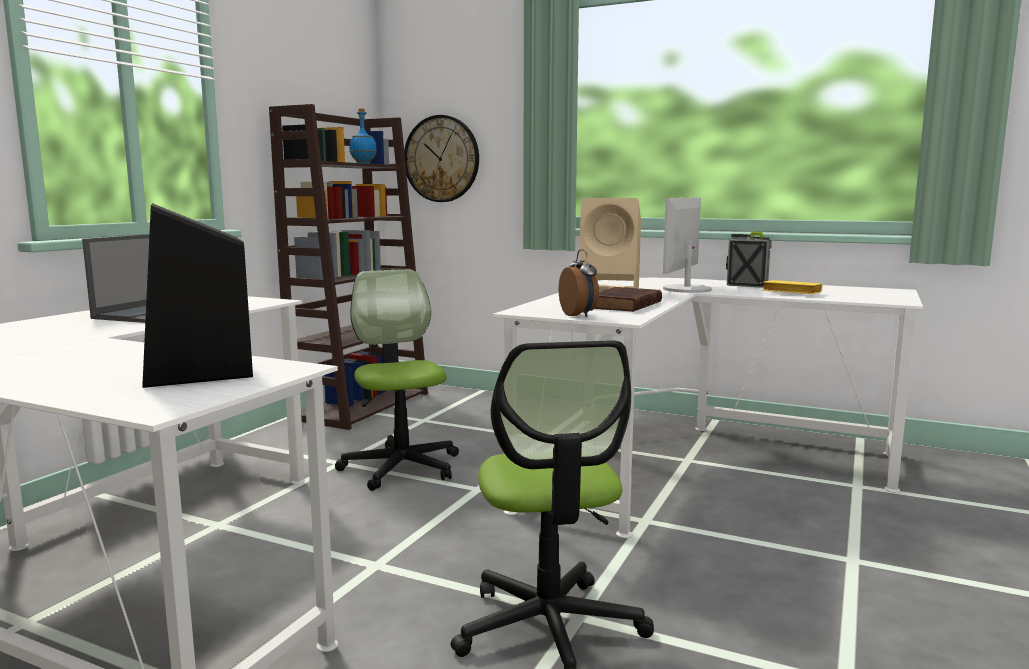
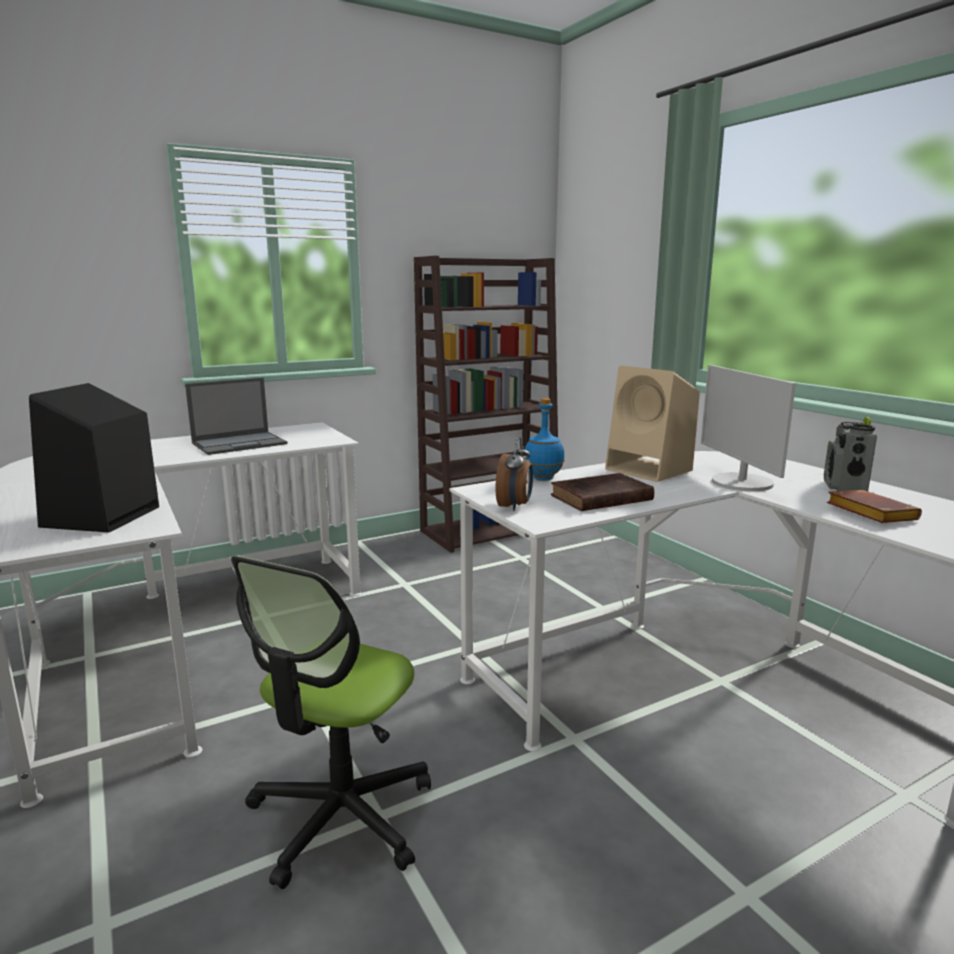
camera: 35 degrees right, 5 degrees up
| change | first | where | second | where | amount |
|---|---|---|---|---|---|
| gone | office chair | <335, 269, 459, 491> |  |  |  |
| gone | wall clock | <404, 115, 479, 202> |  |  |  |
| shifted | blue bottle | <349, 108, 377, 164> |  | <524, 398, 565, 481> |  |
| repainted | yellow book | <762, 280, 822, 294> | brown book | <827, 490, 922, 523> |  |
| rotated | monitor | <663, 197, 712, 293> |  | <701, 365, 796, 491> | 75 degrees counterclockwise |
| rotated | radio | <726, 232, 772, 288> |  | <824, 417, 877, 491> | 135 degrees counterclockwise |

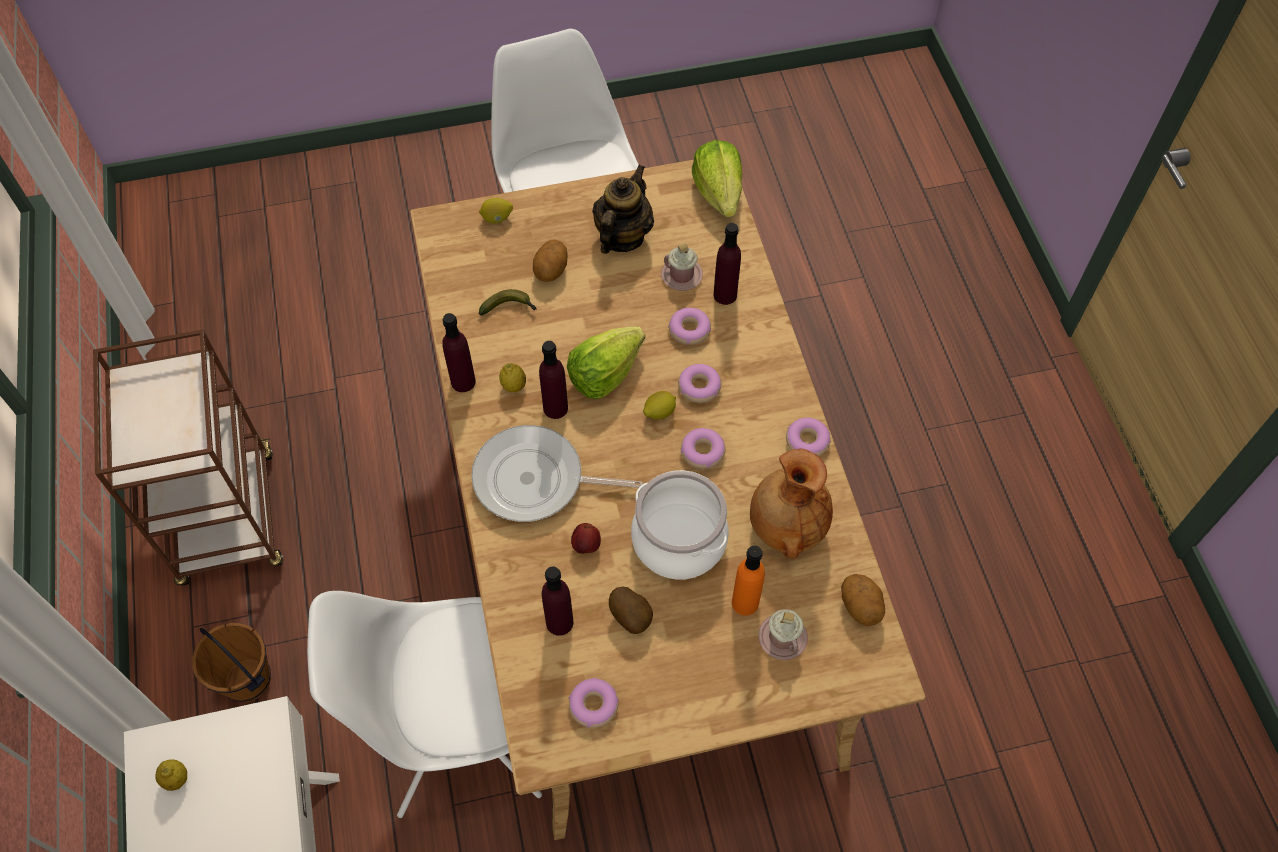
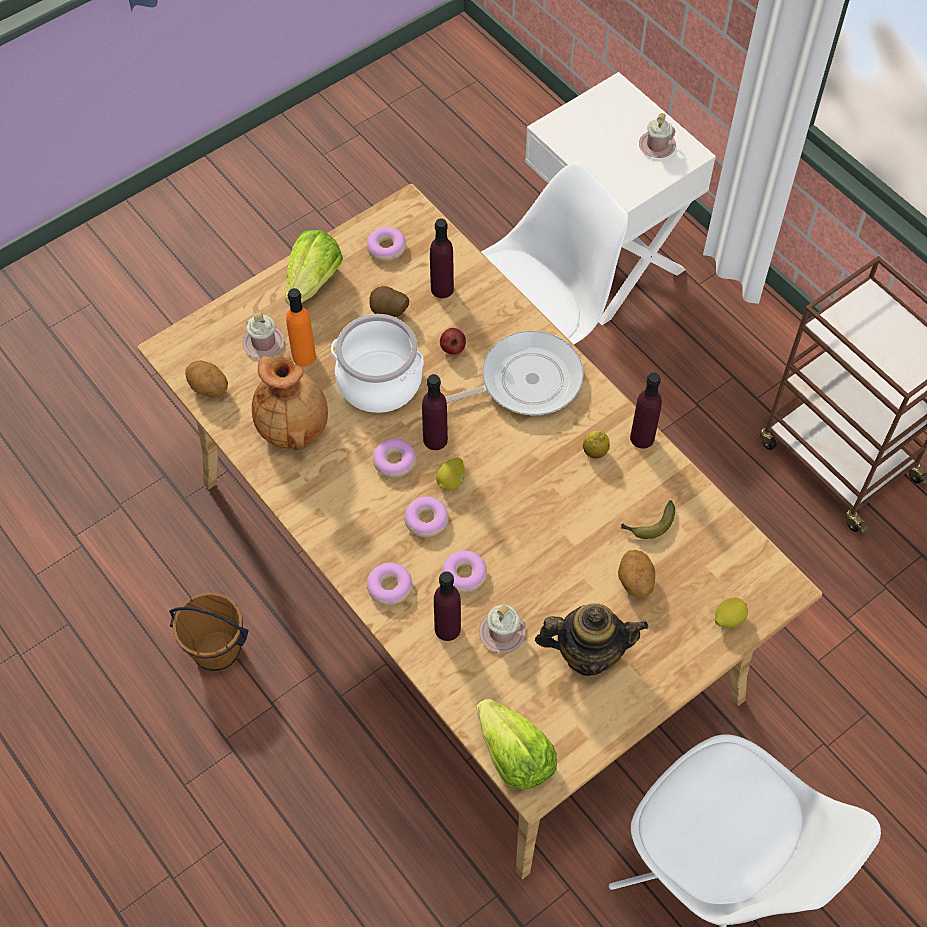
camera: 155 degrees right, 0 degrees up
| change | first | where | second | where | amount |
|---|---|---|---|---|---|
| shifted | brown bucket | <192, 623, 271, 702> |  | <169, 592, 249, 672> |  |
| shifted | purple bottle | <539, 341, 568, 419> |  | <422, 374, 448, 450> |  |
| shifted | lettuce | <567, 326, 645, 399> |  | <285, 230, 343, 305> |  |
| shifted | donut | <786, 418, 831, 456> |  | <367, 563, 413, 605> |  |
| swapped | lemon | <155, 759, 187, 791> | pink mug | <639, 113, 676, 158> |  |
| rotated | teapot | <592, 164, 654, 254> |  | <535, 603, 648, 676> | 90 degrees counterclockwise |

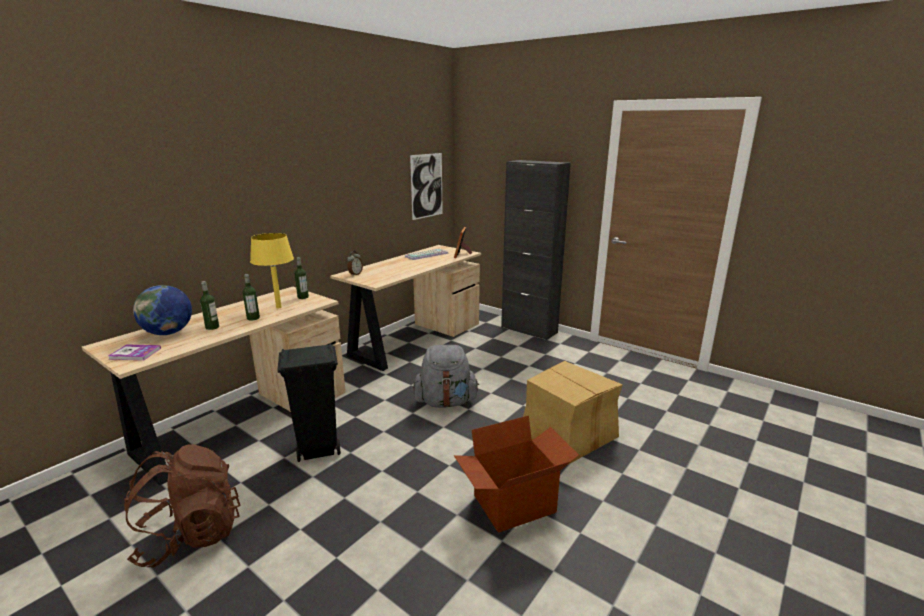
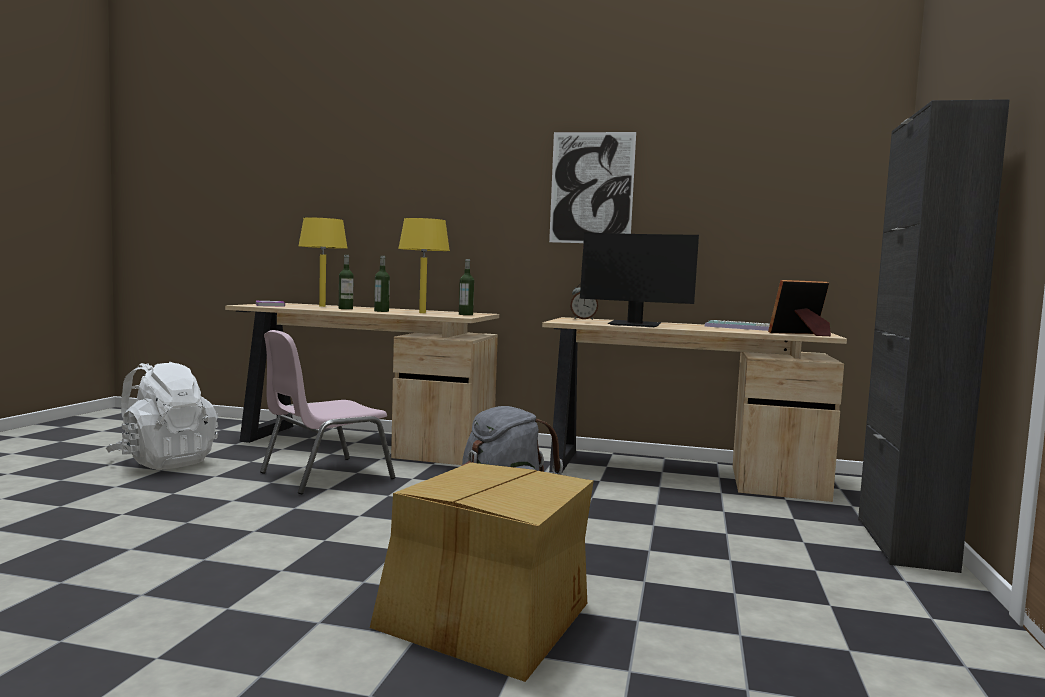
camera: 65 degrees right, 15 degrees down
| change | first | where | second | where | amount |
|---|---|---|---|---|---|
| gone | cardboard box | <454, 416, 579, 533> |  |  |  |
| new |  |  | monitor | <580, 232, 699, 327> |  |
| shifted | picture | <410, 153, 443, 220> |  | <549, 132, 636, 243> |  |
| swapped | globe | <133, 285, 192, 335> | yellow table lamp | <298, 217, 347, 307> |  |
| swapped | black trash can | <278, 343, 341, 462> | pink chair | <260, 330, 395, 494> |  |
| repainted | brown backpack | <124, 444, 240, 568> | white backpack | <106, 361, 218, 470> |  |

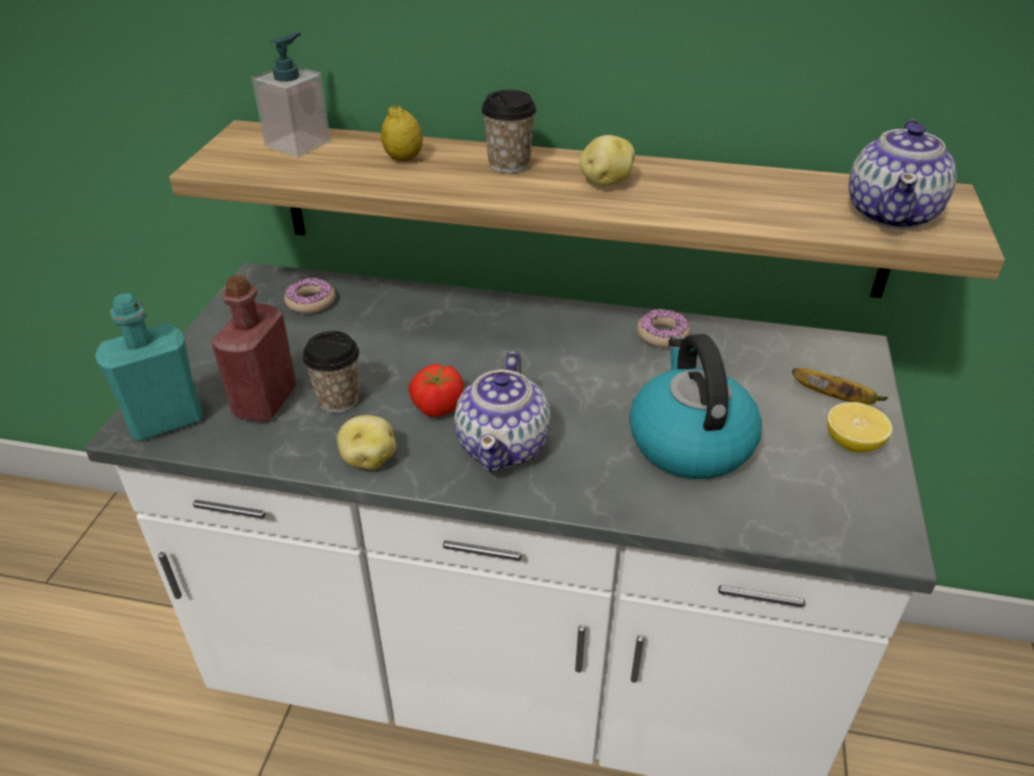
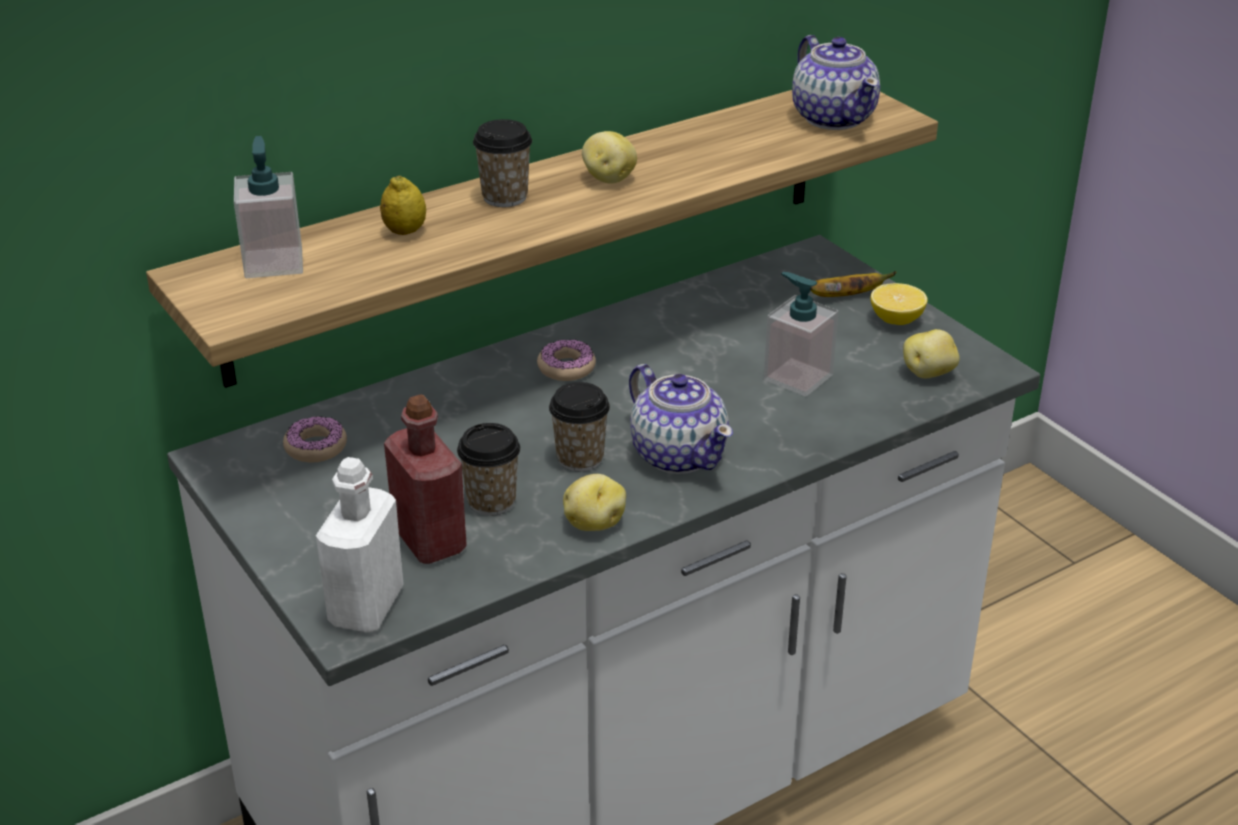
camera: 45 degrees left, 5 degrees down
| change | first | where | second | where | amount |
|---|---|---|---|---|---|
| new |  |  | potato | <903, 329, 960, 378> |  |
| shifted | donut | <637, 309, 690, 348> |  | <537, 339, 596, 381> |  |
| swapped | tomato | <408, 364, 464, 417> | cup | <549, 382, 610, 472> |  |
| swapped | kettle | <629, 334, 762, 479> | soap dispenser | <764, 272, 839, 397> |  |
| repainted | turquoise bottle | <95, 293, 203, 441> | white bottle | <316, 457, 404, 632> |  |

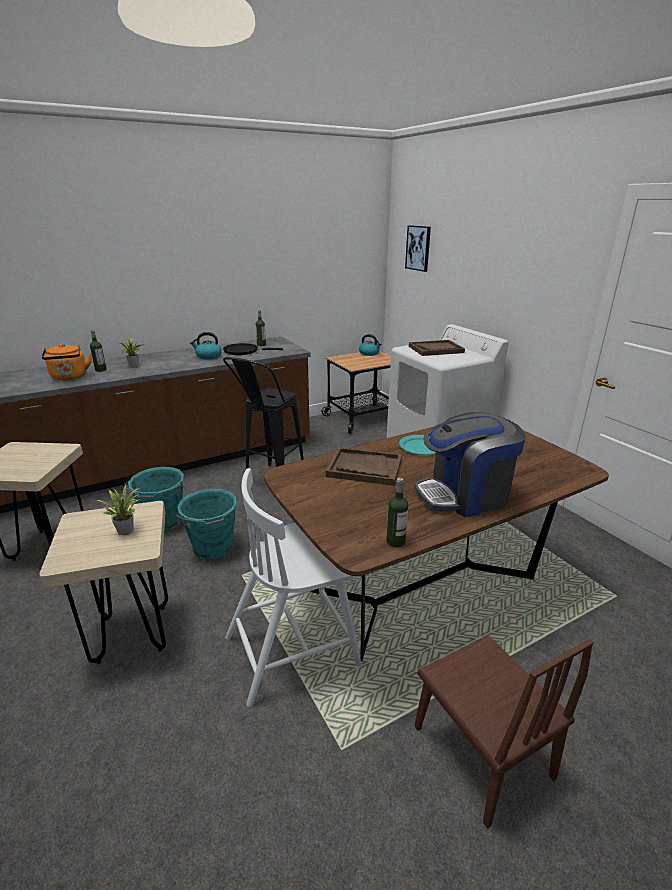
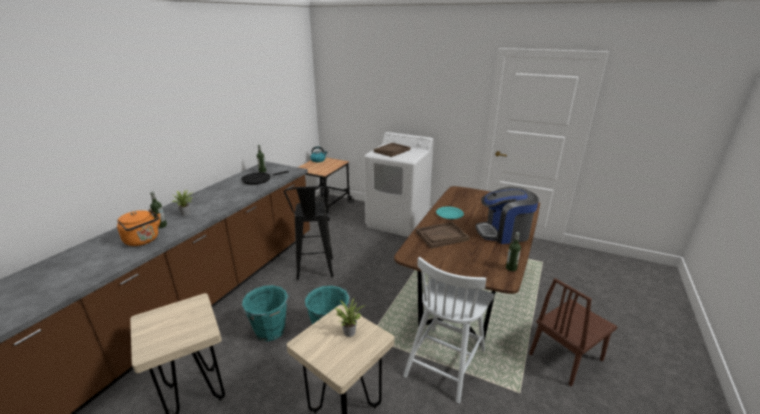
camera: 35 degrees left, 0 degrees up
| change | first | where | second | where | amount |
|---|---|---|---|---|---|
| gone | kettle | <190, 332, 222, 359> |  |  |  |
| gone | picture | <405, 225, 431, 272> |  |  |  |
| rotated | coffee machine | <415, 412, 525, 517> |  | <476, 187, 539, 244> | 45 degrees clockwise |
| rotated | brown chair | <415, 635, 594, 828> |  | <529, 278, 617, 386> | 120 degrees clockwise |

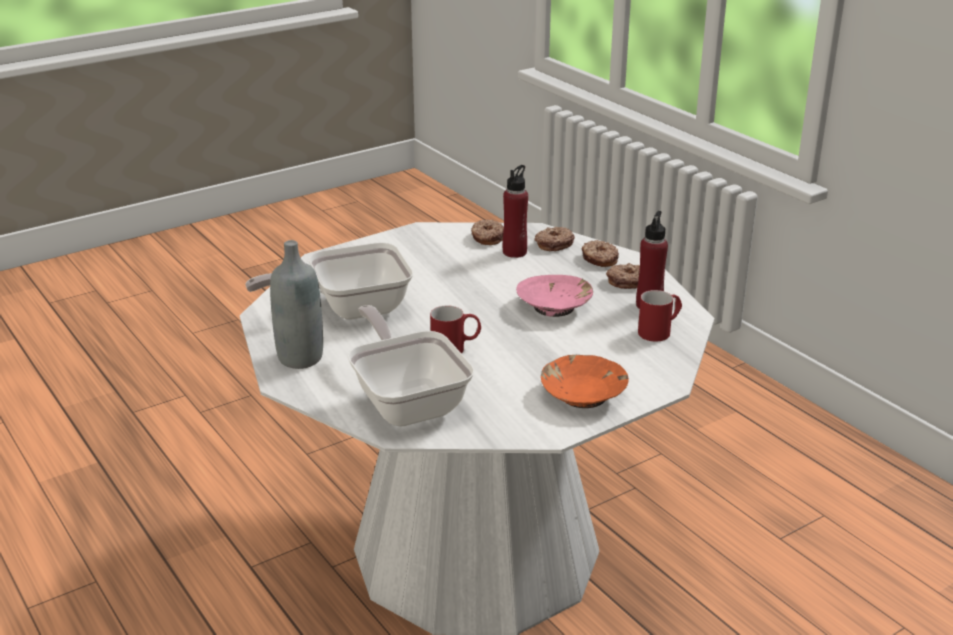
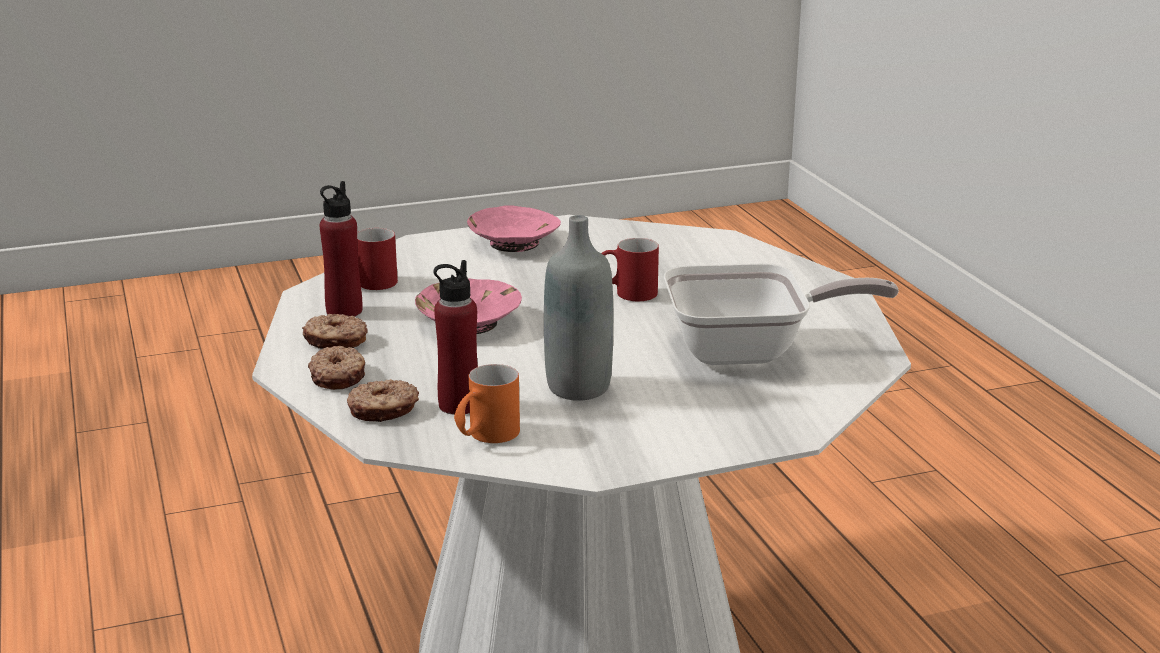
camera: 165 degrees left, 5 degrees down
| change | first | where | second | where | amount |
|---|---|---|---|---|---|
| gone | frying pan | <348, 305, 475, 427> |  |  |  |
| shifted | grey bottle | <270, 240, 323, 369> |  | <544, 215, 613, 401> |  |
| swapped | donut | <471, 219, 504, 245> | orange mug | <454, 364, 520, 443> |  |
| repainted | orange bowl | <541, 355, 629, 408> | pink bowl | <467, 206, 561, 252> |  |

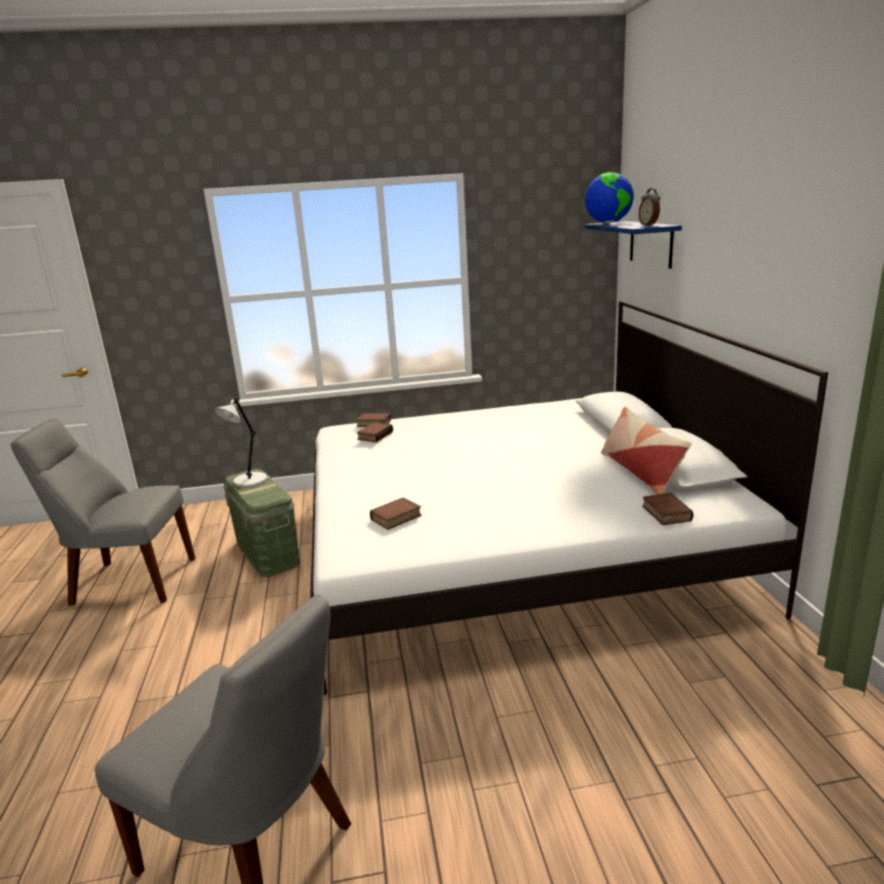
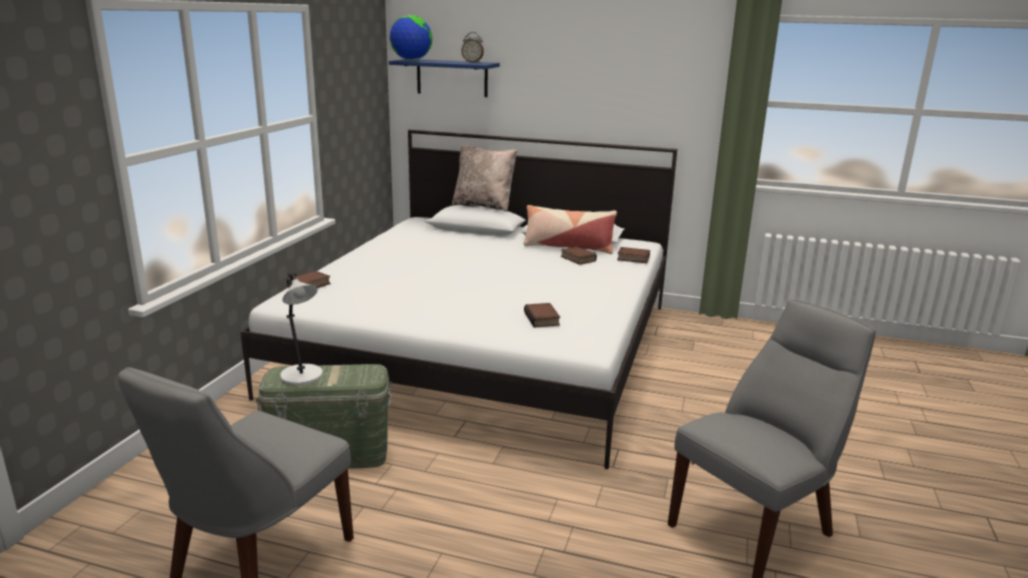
camera: 65 degrees left, 0 degrees up
| change | first | where | second | where | amount |
|---|---|---|---|---|---|
| new |  |  | beige pillow | <452, 144, 517, 212> |  |
| shifted | book | <357, 422, 393, 442> |  | <561, 246, 597, 265> |  |

